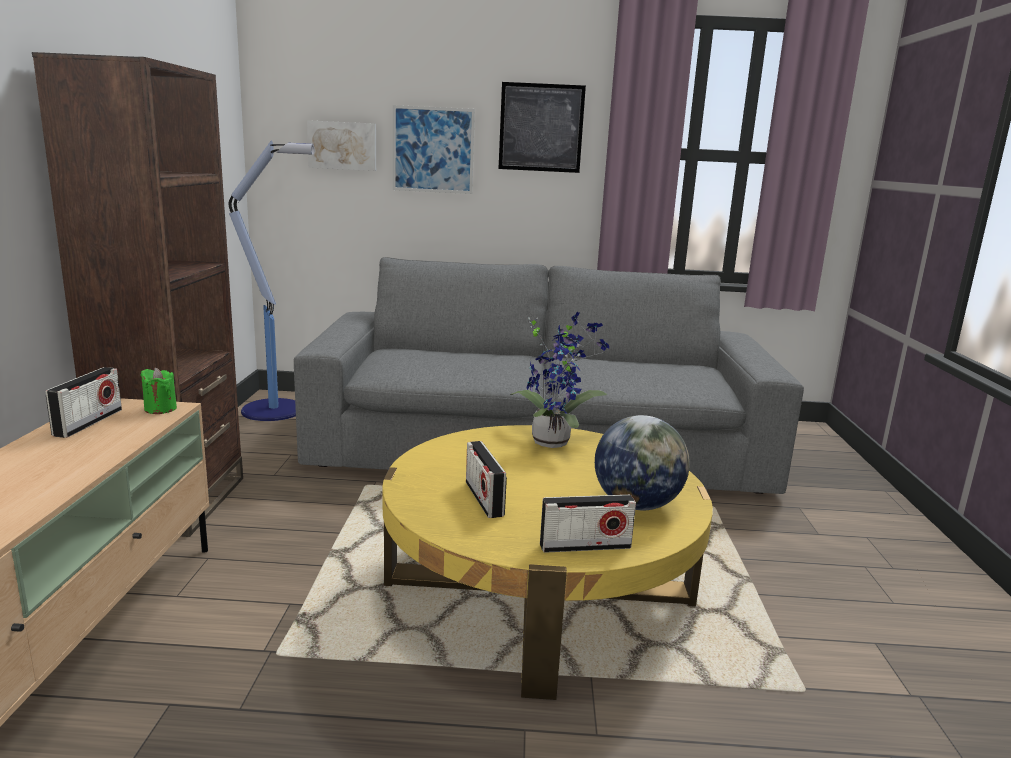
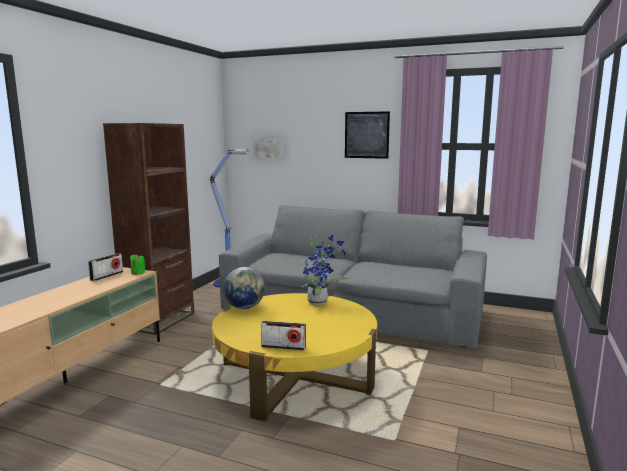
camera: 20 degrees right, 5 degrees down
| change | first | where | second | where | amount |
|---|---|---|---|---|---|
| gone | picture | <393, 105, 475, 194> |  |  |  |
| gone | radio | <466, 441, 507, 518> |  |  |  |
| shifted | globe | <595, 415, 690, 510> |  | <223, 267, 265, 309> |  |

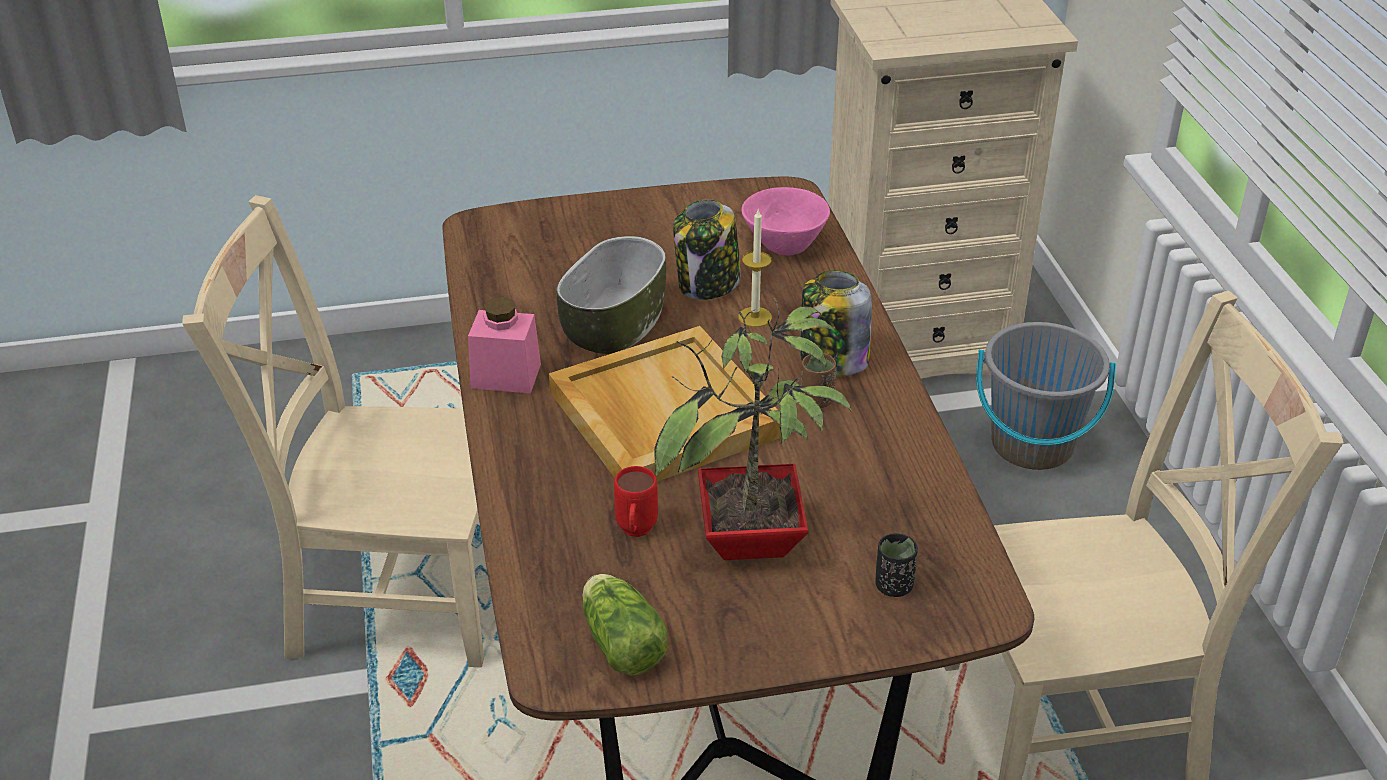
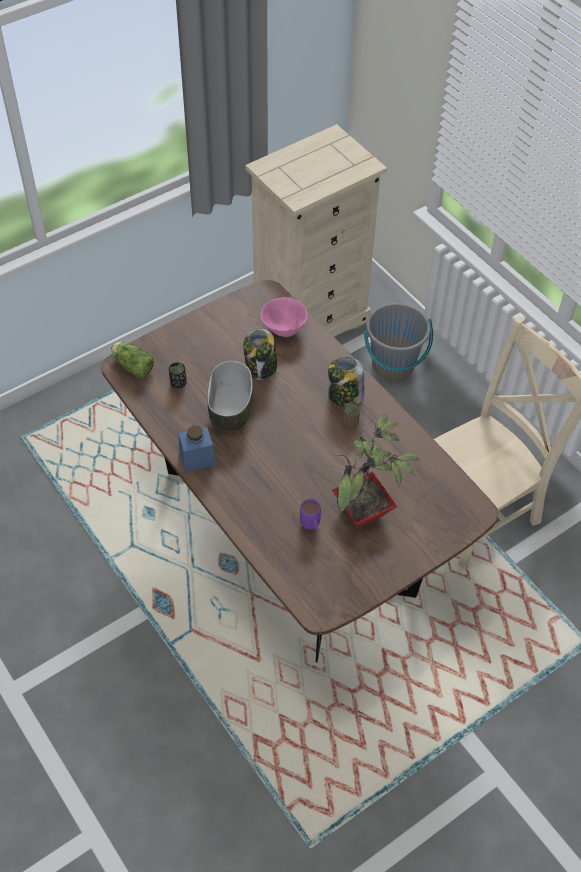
camera: 25 degrees left, 15 degrees up
| change | first | where | second | where | amount |
|---|---|---|---|---|---|
| gone | beige chair | <182, 195, 484, 668> |  |  |  |
| gone | beige tray | <549, 326, 782, 482> |  |  |  |
| gone | candle | <738, 208, 772, 327> |  |  |  |
| shifted | lettuce | <583, 574, 668, 676> |  | <111, 342, 154, 377> |  |
| shifted | black cup | <875, 533, 918, 597> |  | <169, 362, 187, 388> |  |
| repainted | pink jar | <468, 297, 541, 394> | blue jar | <178, 426, 216, 472> |  |
| repainted | red mug | <614, 466, 658, 537> | purple mug | <300, 499, 321, 531> |  |

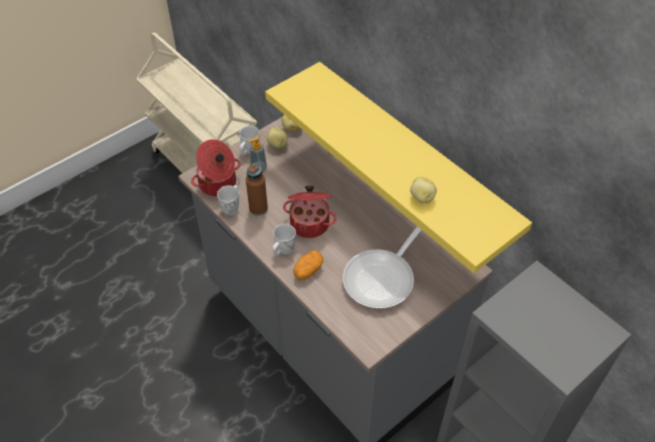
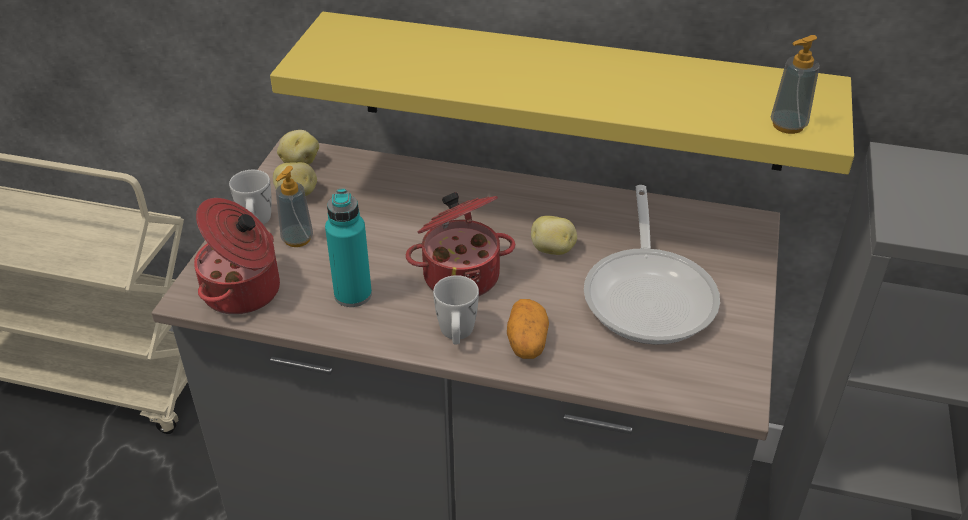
camera: 35 degrees left, 10 degrees down
| change | first | where | second | where | amount |
|---|---|---|---|---|---|
| gone | white mug | <217, 185, 239, 215> |  |  |  |
| new |  |  | soap dispenser | <771, 35, 820, 134> |  |
| shifted | potato | <410, 177, 437, 203> |  | <531, 216, 577, 255> |  |
| repainted | brown bottle | <246, 163, 268, 216> | turquoise bottle | <325, 189, 372, 307> |  |

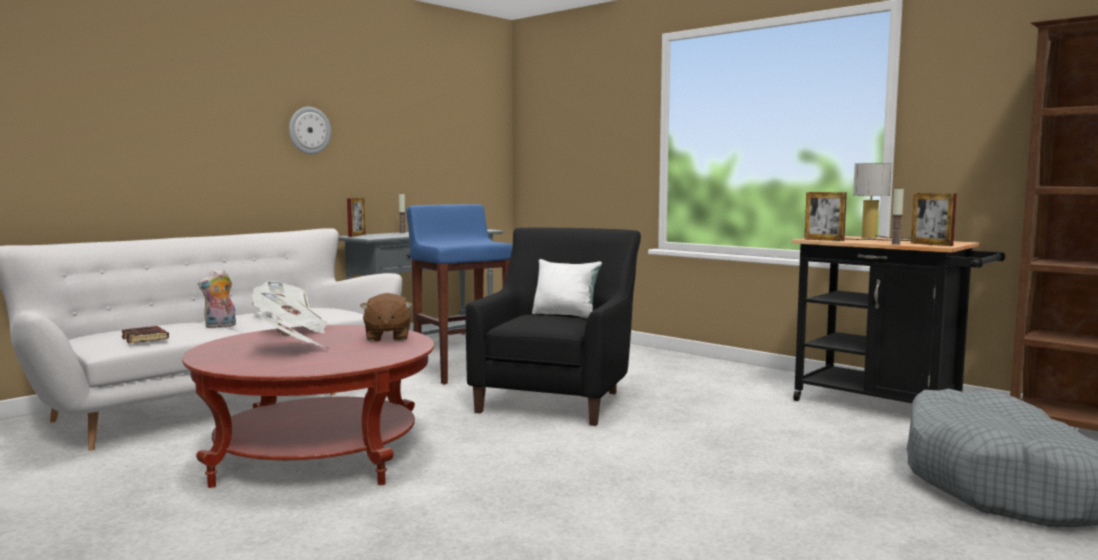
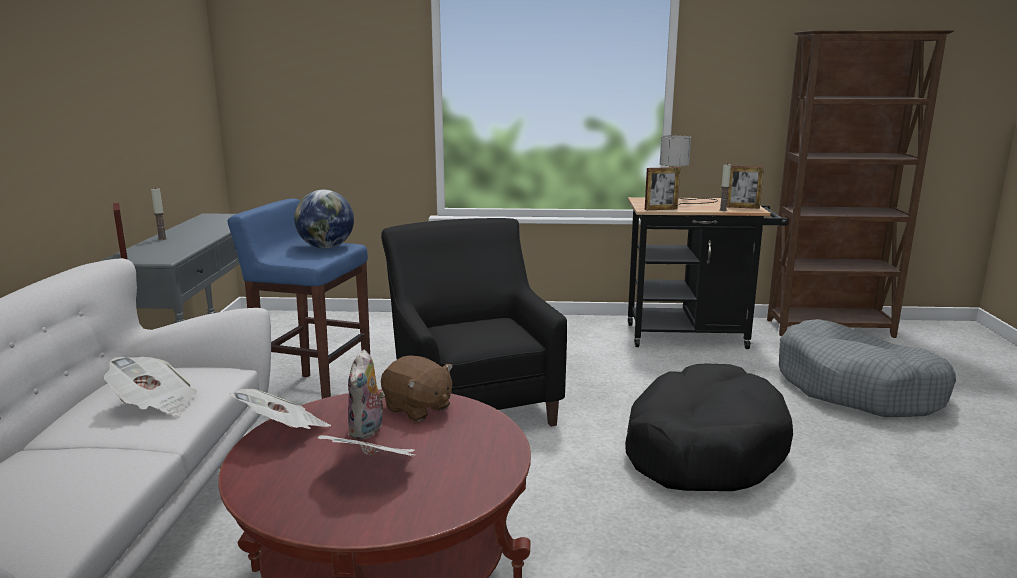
camera: 40 degrees left, 10 degrees up
| change | first | where | second | where | amount |
|---|---|---|---|---|---|
| gone | brown book | <121, 326, 169, 343> |  |  |  |
| gone | wall clock | <289, 107, 331, 154> |  |  |  |
| gone | white pillow | <532, 259, 602, 318> |  |  |  |
| new |  |  | globe | <294, 190, 354, 249> |  |
| new |  |  | black dog bed | <625, 364, 793, 491> |  |
| shifted | plush toy | <198, 269, 236, 328> |  | <348, 350, 385, 439> |  |

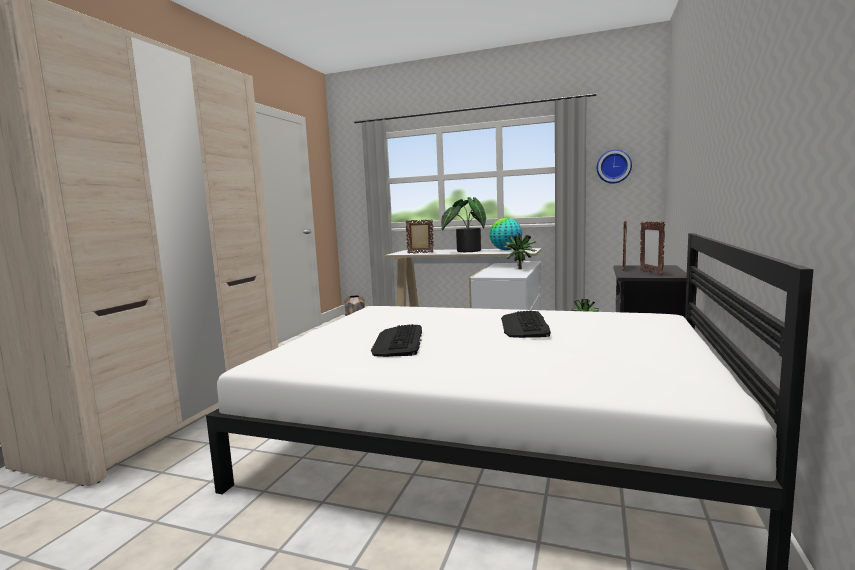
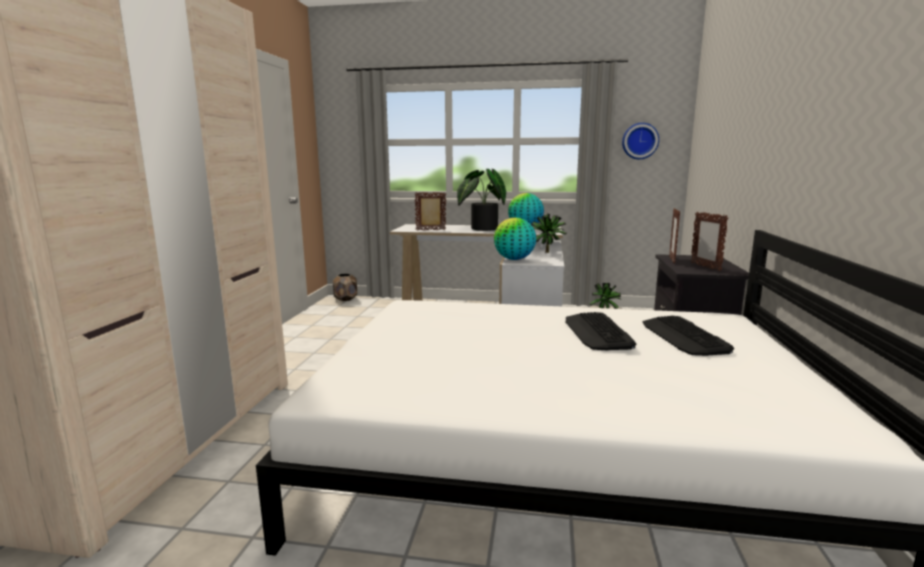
camera: 10 degrees left, 5 degrees up
| change | first | where | second | where | amount |
|---|---|---|---|---|---|
| new |  |  | globe | <494, 218, 536, 260> |  |
| shifted | keyboard | <371, 324, 422, 357> |  | <643, 316, 734, 356> |  |

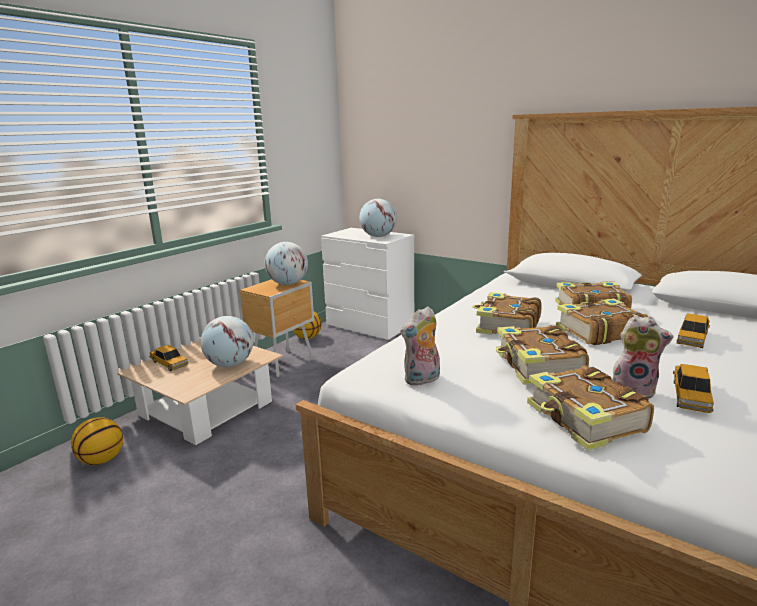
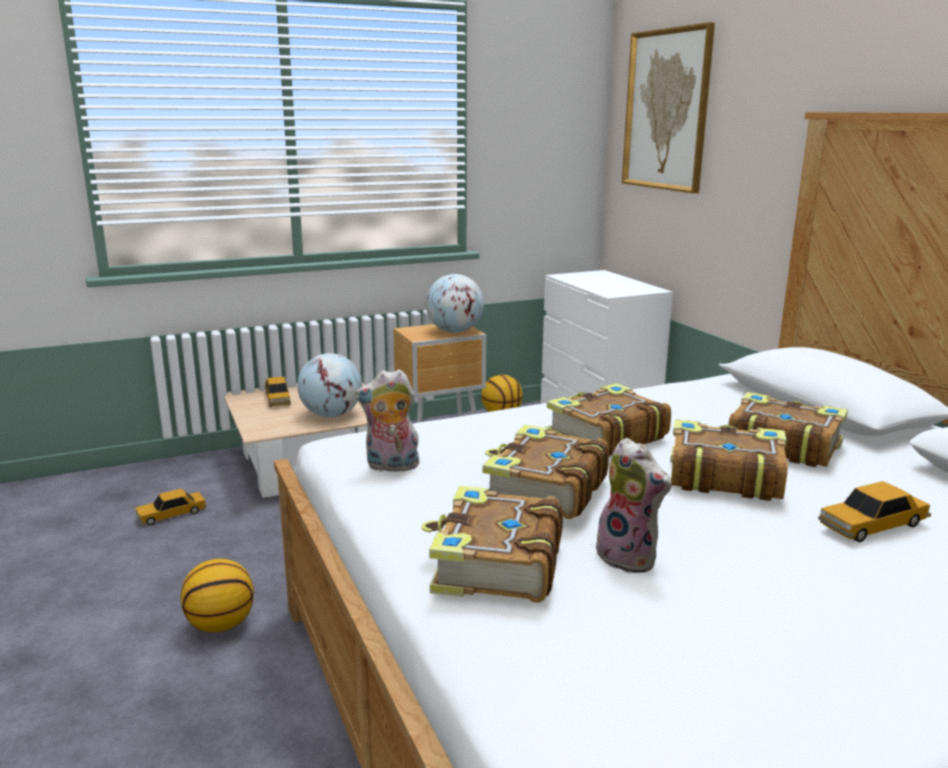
camera: 30 degrees right, 0 degrees up
| change | first | where | second | where | amount |
|---|---|---|---|---|---|
| gone | globe | <359, 199, 397, 237> |  |  |  |
| new |  |  | picture | <622, 22, 715, 193> |  |
| shifted | basketball | <71, 417, 123, 465> |  | <181, 558, 254, 632> |  |
| shifted | toy car | <673, 364, 714, 413> |  | <135, 488, 207, 526> |  |

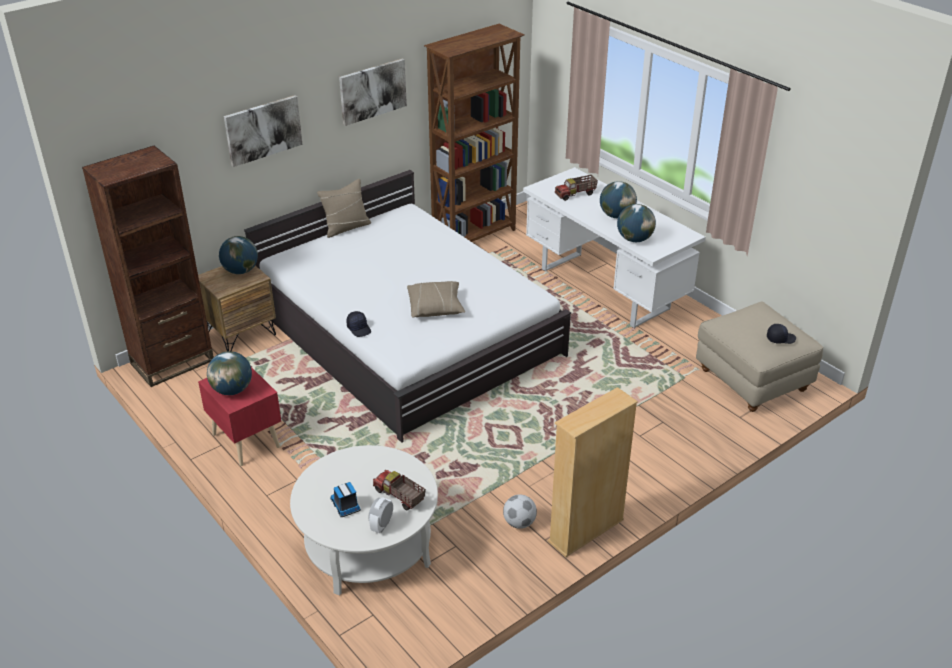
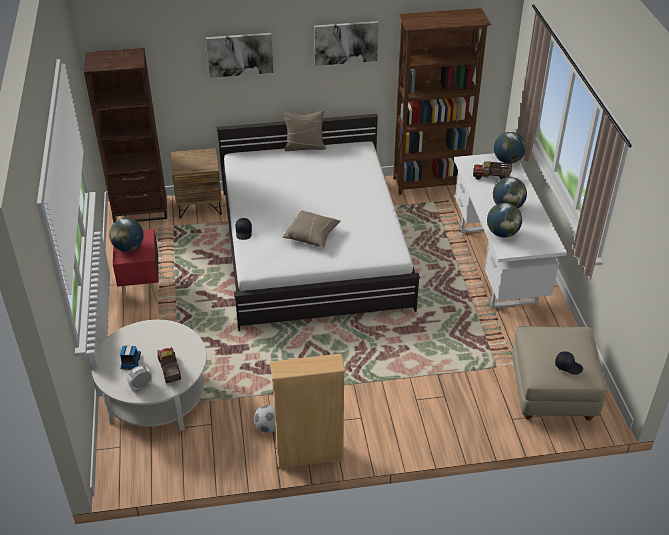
camera: 30 degrees right, 5 degrees up
| change | first | where | second | where | amount |
|---|---|---|---|---|---|
| shifted | globe | <219, 236, 258, 274> |  | <494, 132, 526, 164> |  |

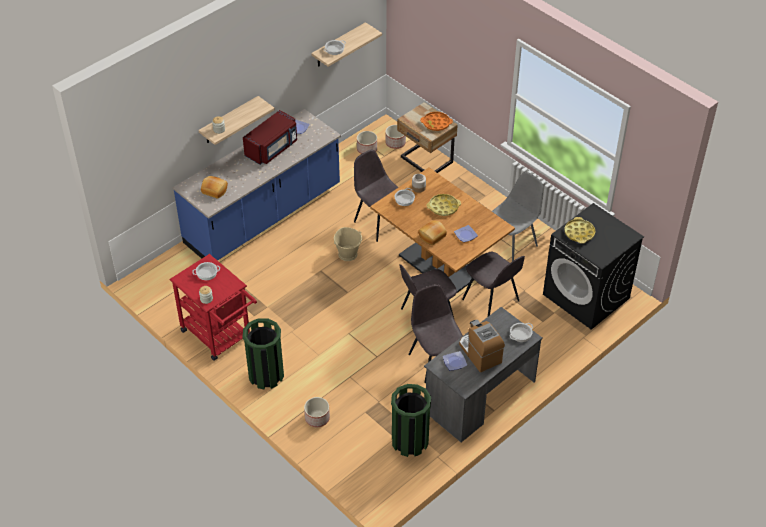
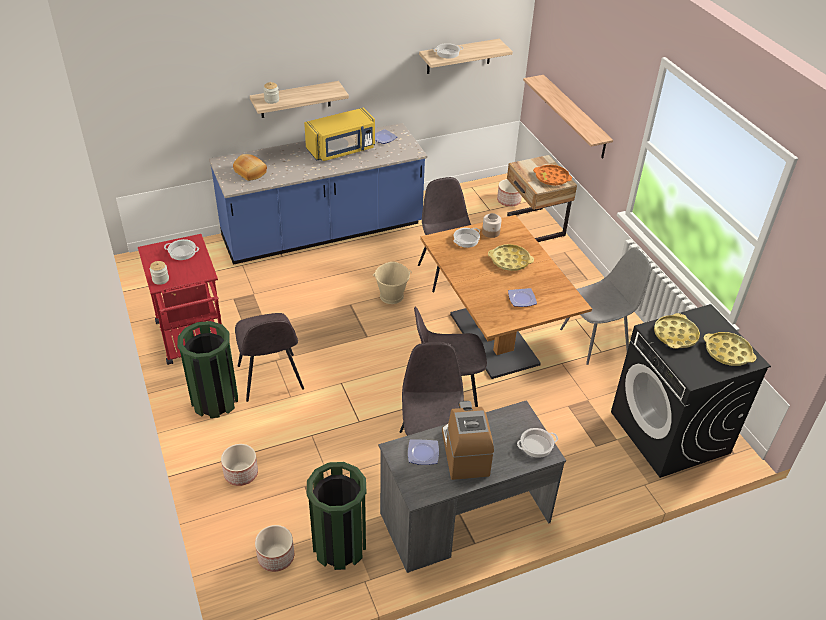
camera: 20 degrees right, 5 degrees down
| change | first | where | second | where | amount |
|---|---|---|---|---|---|
| gone | bread | <418, 220, 447, 245> |  |  |  |
| new |  |  | shelf | <523, 75, 613, 159> |  |
| new |  |  | yellow tray | <704, 332, 757, 366> |  |
| shifted | planter | <357, 131, 377, 154> |  | <255, 525, 294, 572> |  |
| shifted | grey chair | <462, 252, 525, 316> |  | <235, 313, 304, 402> |  |
| repainted | red microwave | <243, 110, 297, 165> | yellow microwave | <304, 108, 375, 161> |  |

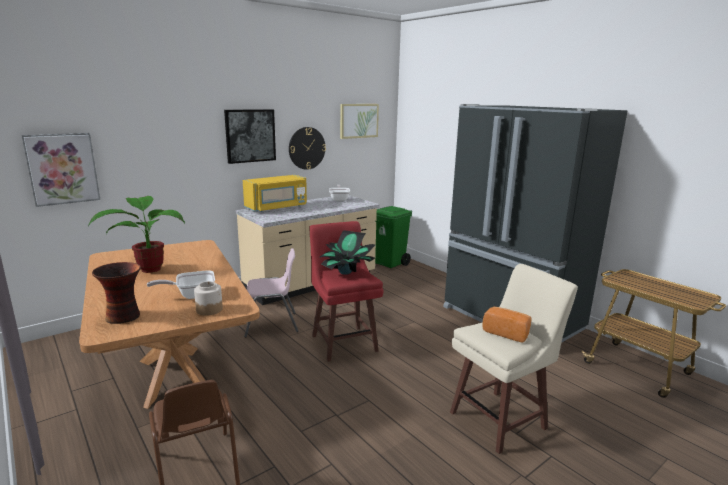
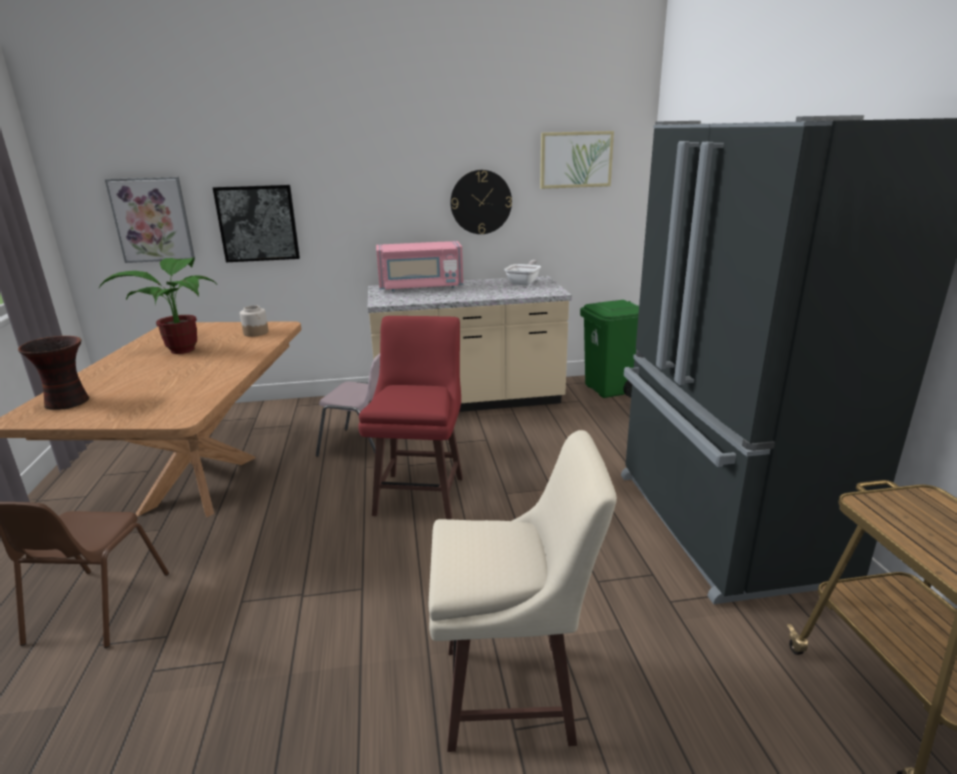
camera: 30 degrees right, 5 degrees up
| change | first | where | second | where | amount |
|---|---|---|---|---|---|
| gone | frying pan | <147, 270, 215, 299> |  |  |  |
| gone | potted plant | <320, 230, 375, 275> |  |  |  |
| gone | bread | <482, 307, 532, 342> |  |  |  |
| shifted | jar | <194, 281, 223, 316> |  | <240, 305, 269, 337> |  |
| shifted | picture | <224, 109, 276, 164> |  | <213, 185, 300, 262> |  |
| repainted | yellow microwave | <243, 175, 307, 212> | pink microwave | <376, 241, 463, 291> |  |

